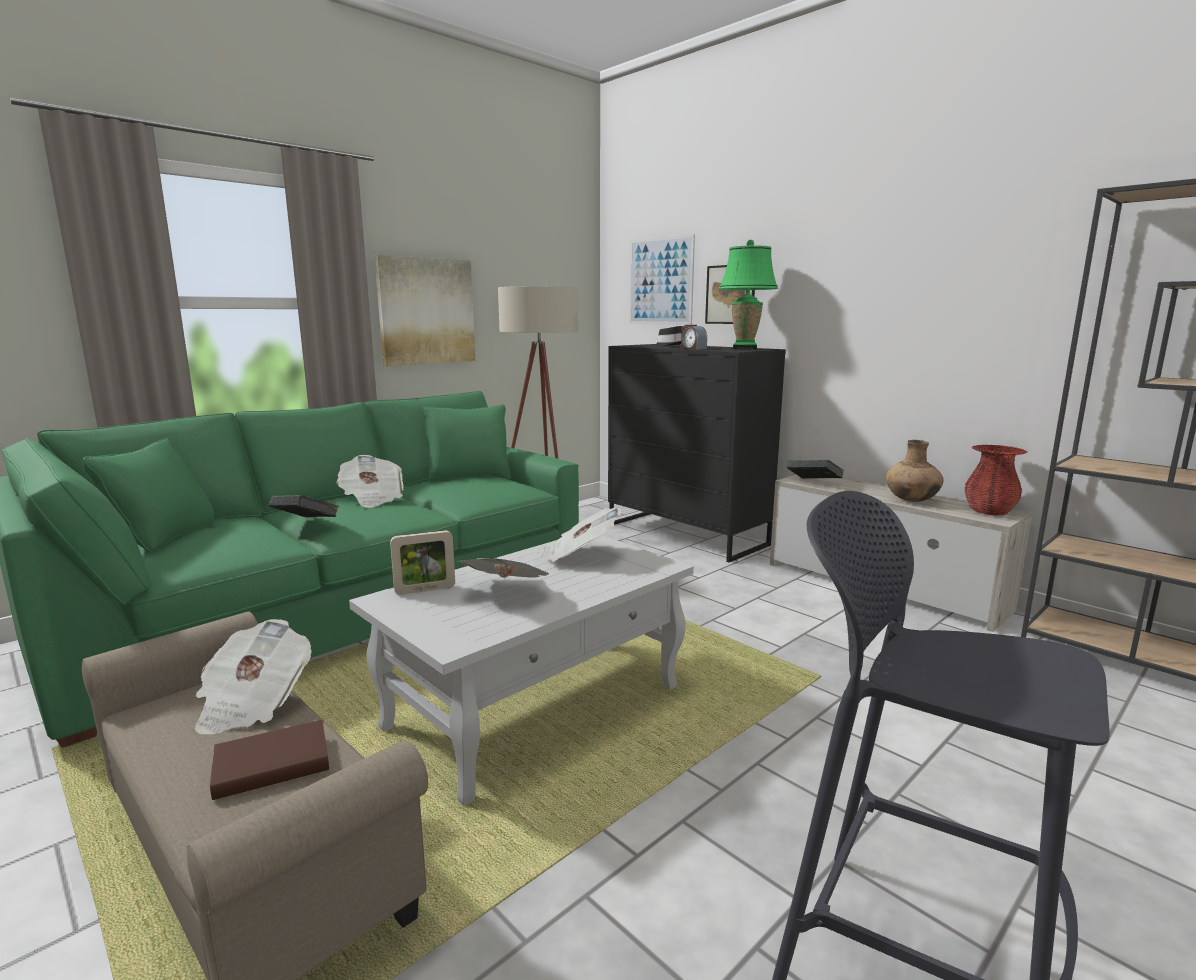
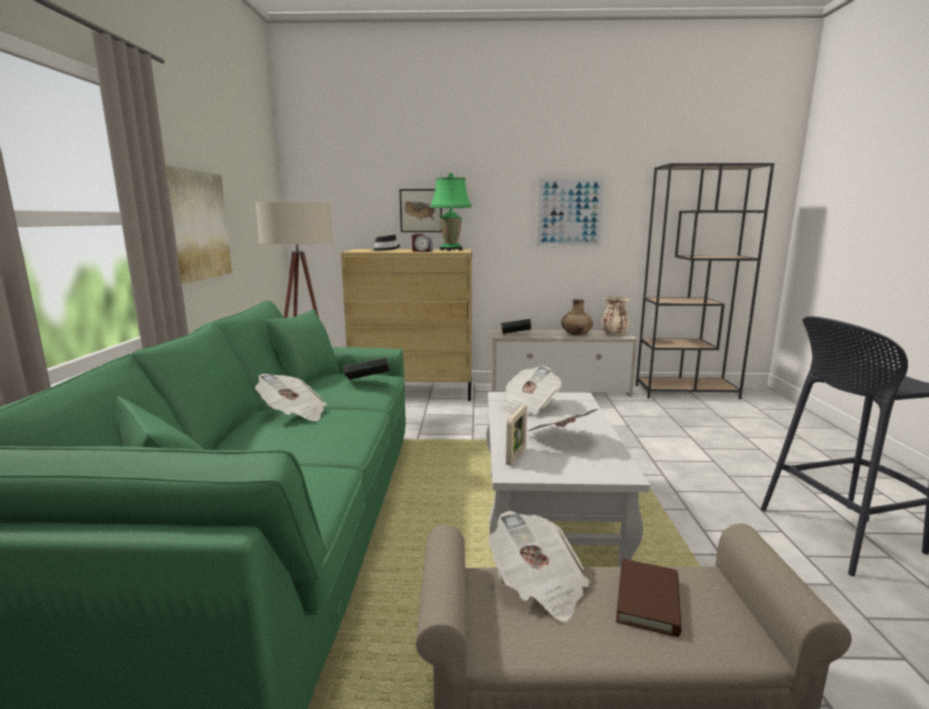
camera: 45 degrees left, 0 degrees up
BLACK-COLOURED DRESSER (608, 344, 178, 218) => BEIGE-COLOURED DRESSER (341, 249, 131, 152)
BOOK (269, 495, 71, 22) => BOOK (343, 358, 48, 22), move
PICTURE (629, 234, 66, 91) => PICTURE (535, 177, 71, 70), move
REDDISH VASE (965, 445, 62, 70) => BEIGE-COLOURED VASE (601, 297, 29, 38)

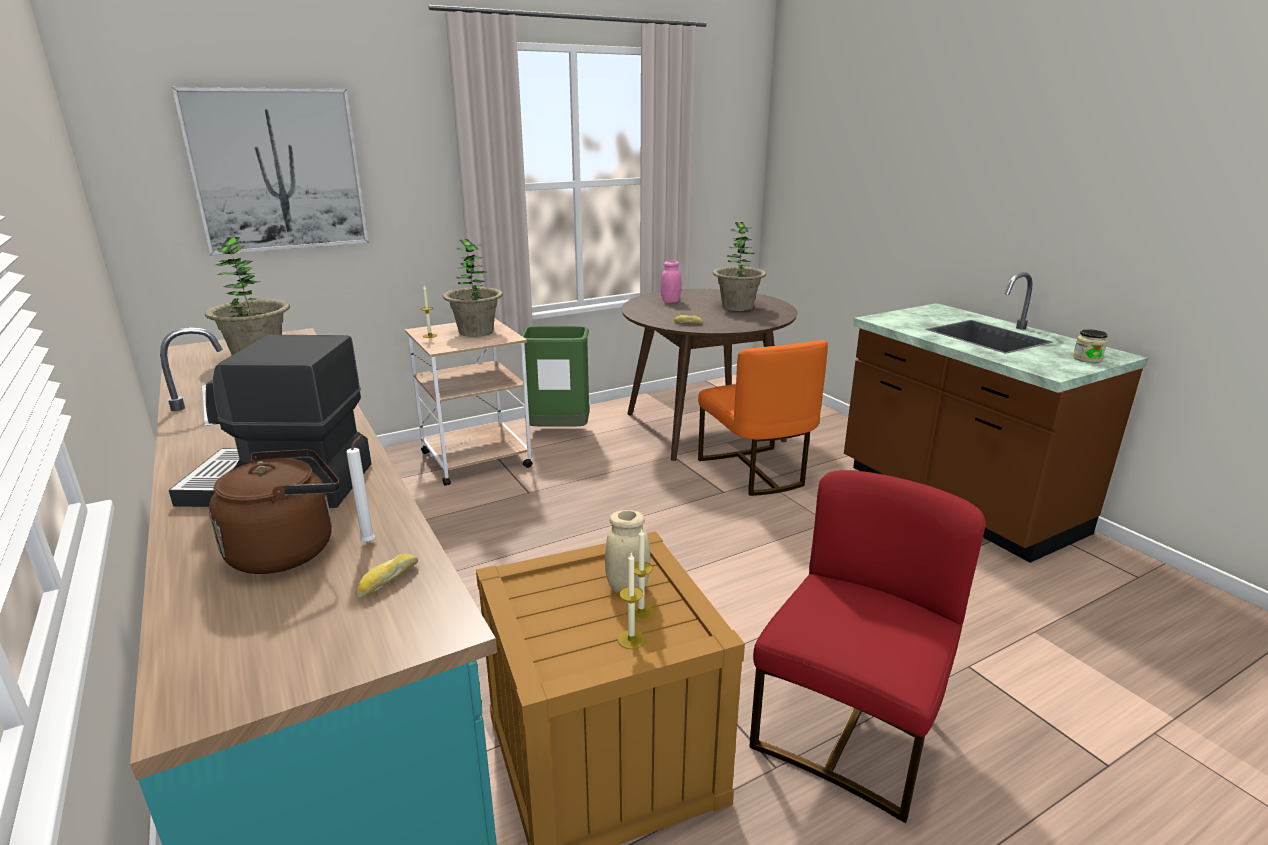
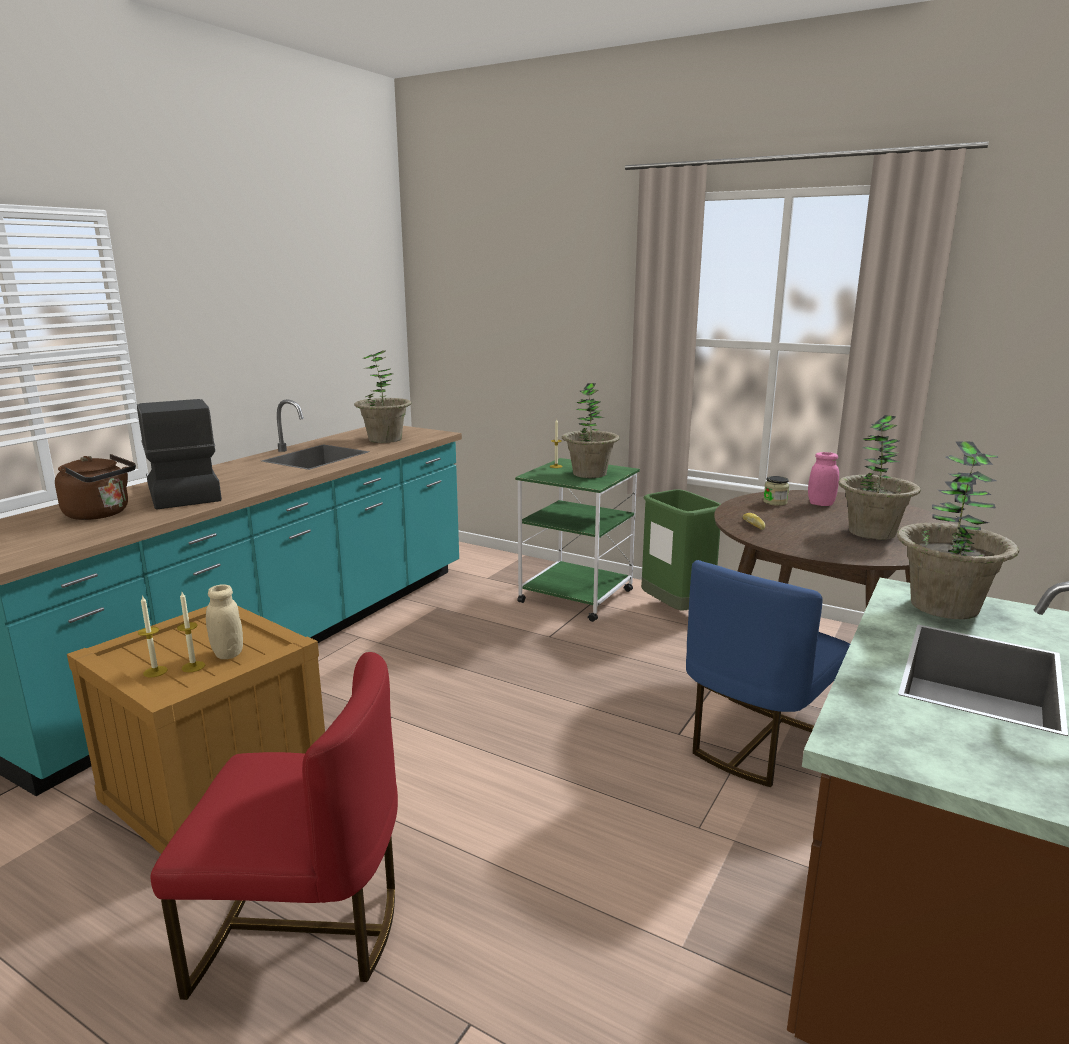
camera: 60 degrees right, 5 degrees down
BEIGE-COLOURED WHEELED CART (405, 319, 128, 167) => GREEN WHEELED CART (515, 458, 125, 164)
ORANGE-COLOURED UPRIGHT CHAIR (698, 340, 130, 156) => BLUE-COLOURED UPRIGHT CHAIR (686, 560, 164, 227)
JAR (1073, 329, 35, 34) => JAR (763, 476, 26, 30), move
nothing => PLANT IN A POT (897, 441, 122, 178)
PICTURE (172, 87, 197, 169) => nothing
WHITE WAX CANDLE (346, 435, 29, 108) => nothing
BREAD (355, 554, 63, 44) => nothing

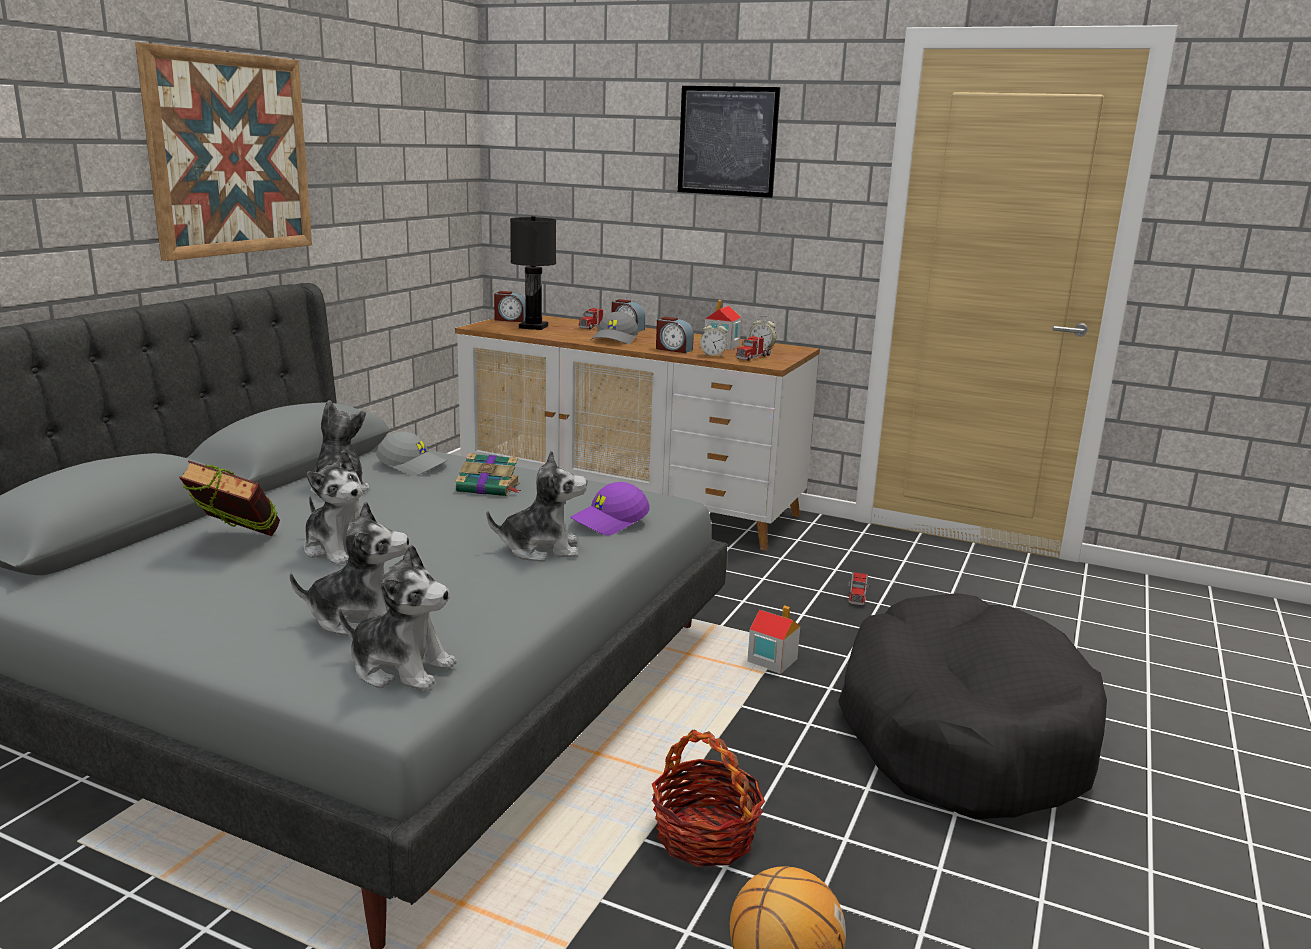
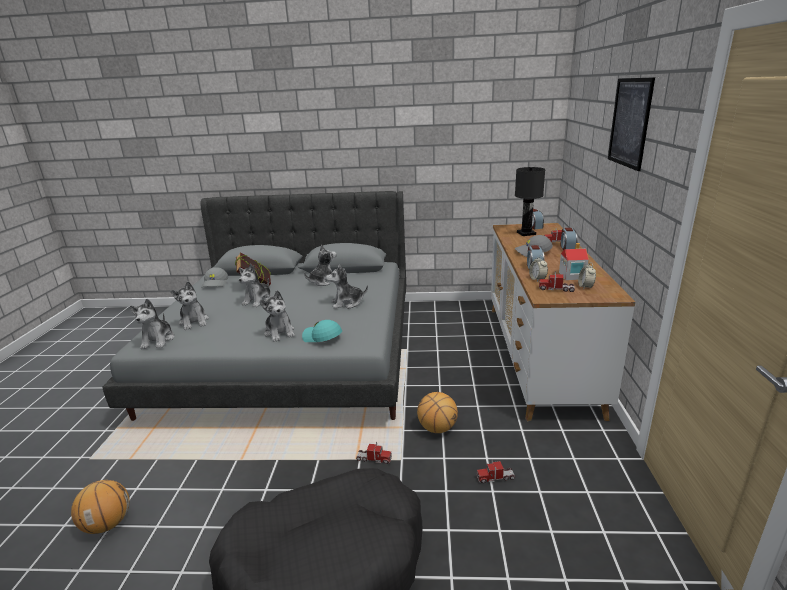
camera: 70 degrees right, 5 degrees up
GREYISH BASEBALL CAP (376, 431, 71, 45) => GREYISH BASEBALL CAP (201, 267, 27, 21), move
PURPLE-COLOURED BASEBALL CAP (571, 482, 79, 53) => TURQUOISE BASEBALL CAP (302, 320, 40, 22)
BOOK (456, 453, 65, 44) => SOFT TOY (326, 265, 42, 44)
TOY HOUSE (747, 605, 53, 69) => MODEL TRUCK (356, 442, 36, 22)
nothing => BALL FOR BASKETBALL (417, 392, 41, 41)
PICTURE (135, 42, 177, 219) => nothing
HOUSEHOLD BASKET (652, 729, 113, 138) => nothing

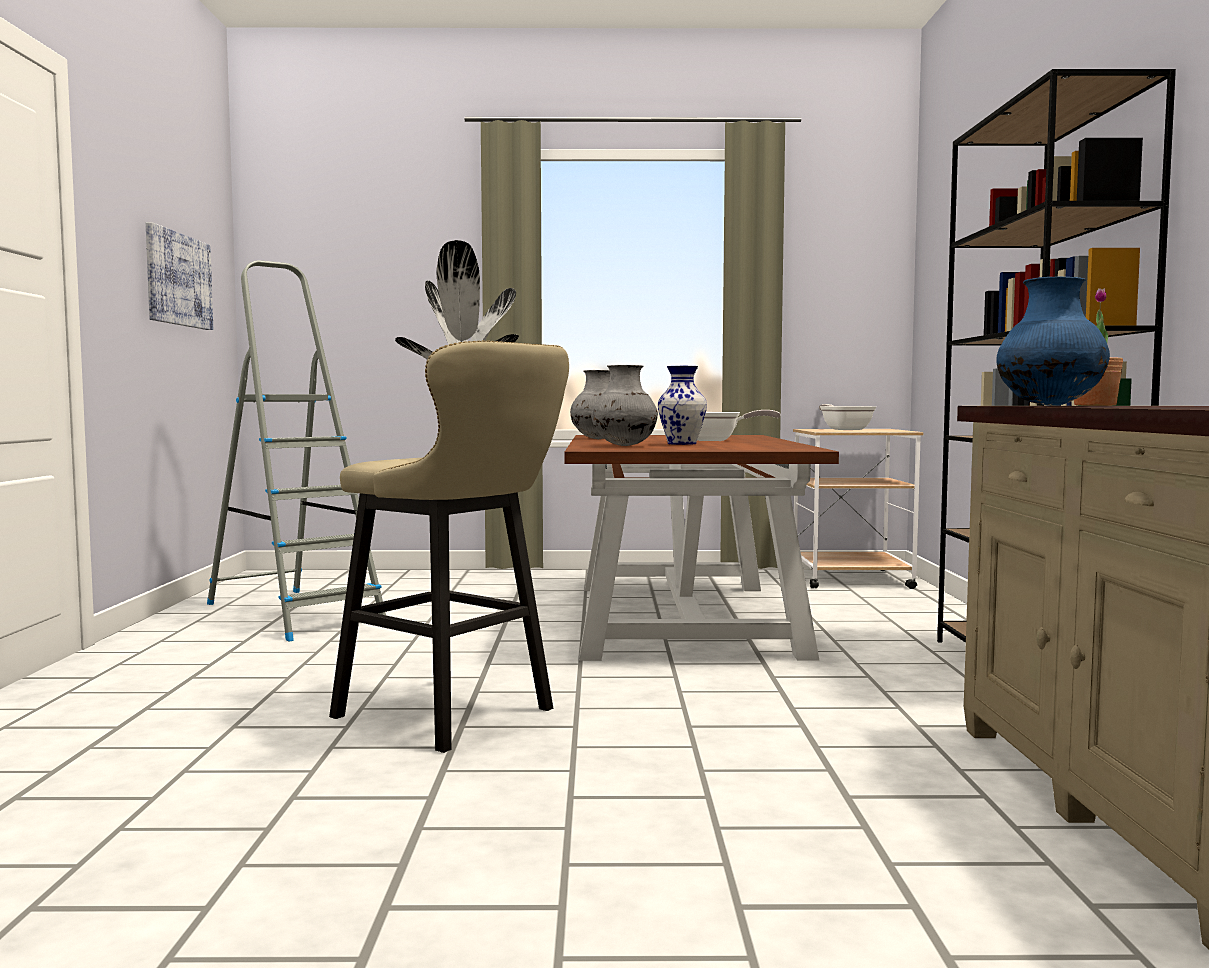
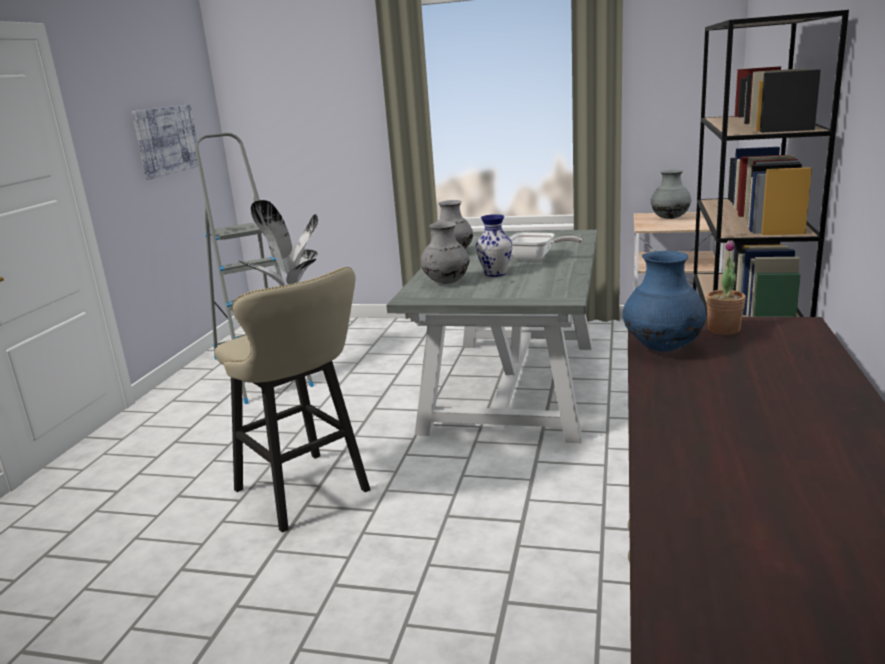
camera: 15 degrees right, 15 degrees up
BROWN DINING TABLE (564, 435, 275, 226) => GREYISH DINING TABLE (386, 230, 211, 213)
PAN (819, 404, 57, 26) => GREYISH VASE (650, 170, 41, 49)

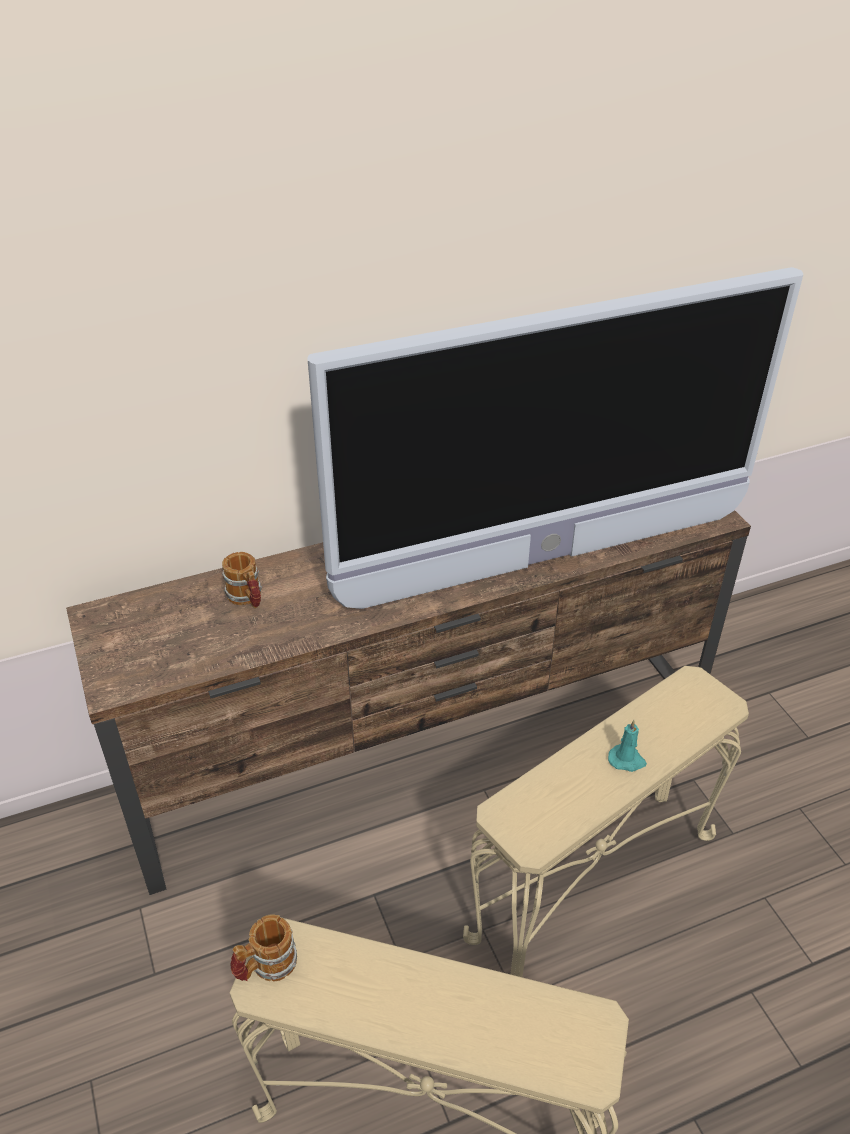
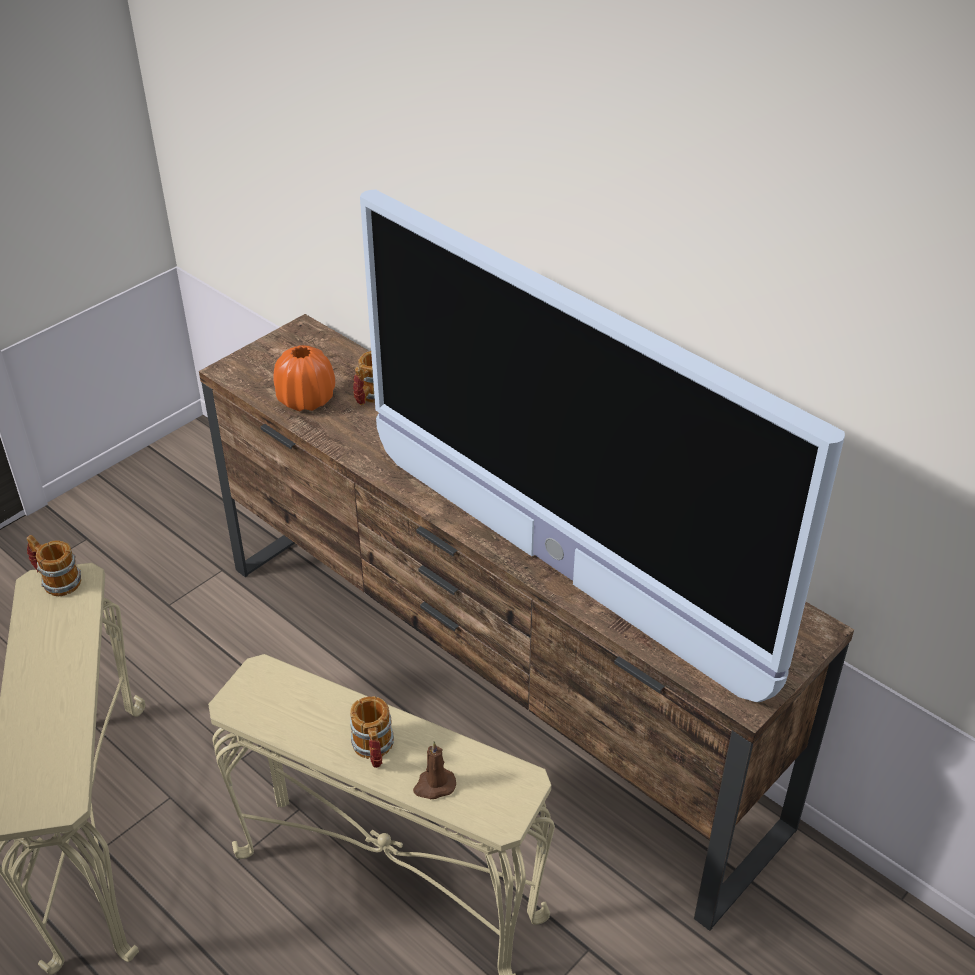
camera: 65 degrees right, 0 degrees up
nothing => ORANGE-COLOURED VASE (273, 345, 62, 67)
TURQUOISE WAX CANDLE (608, 720, 39, 52) => COFFEE MUG (350, 696, 44, 72)
nothing => BROWN WAX CANDLE (413, 741, 43, 58)

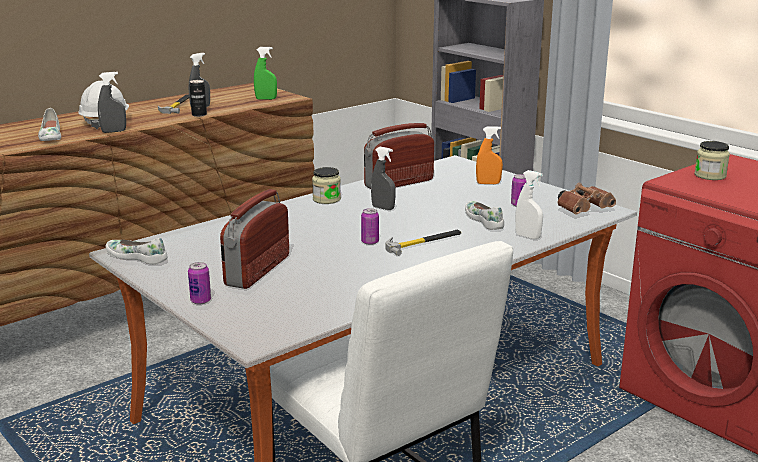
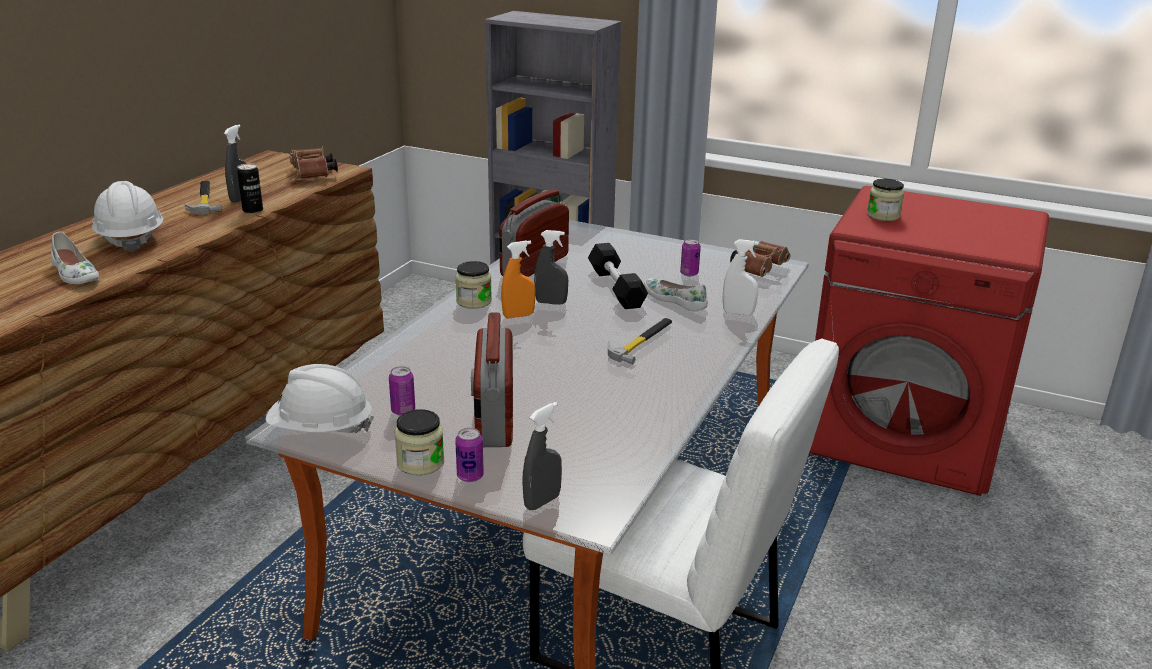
camera: 25 degrees left, 5 degrees up
WHITE LOW SHOE (106, 238, 62, 27) => WHITE WORK HELMET (266, 364, 108, 69)
GREEN SPRAY BOTTLE (254, 47, 23, 53) => BROWN PAIR OF BINOCULARS (290, 147, 48, 32)
METAL CAN (361, 208, 18, 37) => METAL CAN (389, 366, 26, 50), move
nothing => JAR (395, 409, 49, 66)
ORANGE-COLOURED SPRAY BOTTLE (476, 126, 27, 58) => ORANGE-COLOURED SPRAY BOTTLE (501, 241, 34, 77), move
GREYISH SPRAY BOTTLE (98, 72, 28, 61) => GREYISH SPRAY BOTTLE (522, 402, 40, 108), move
nothing => BLACK-COLOURED DUMBBELL (588, 243, 60, 66)

